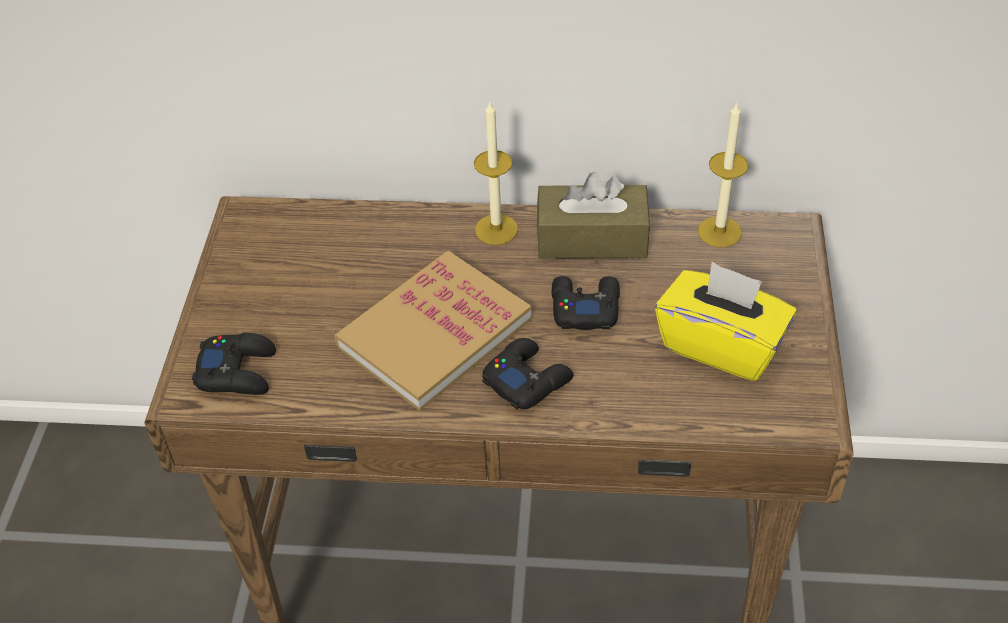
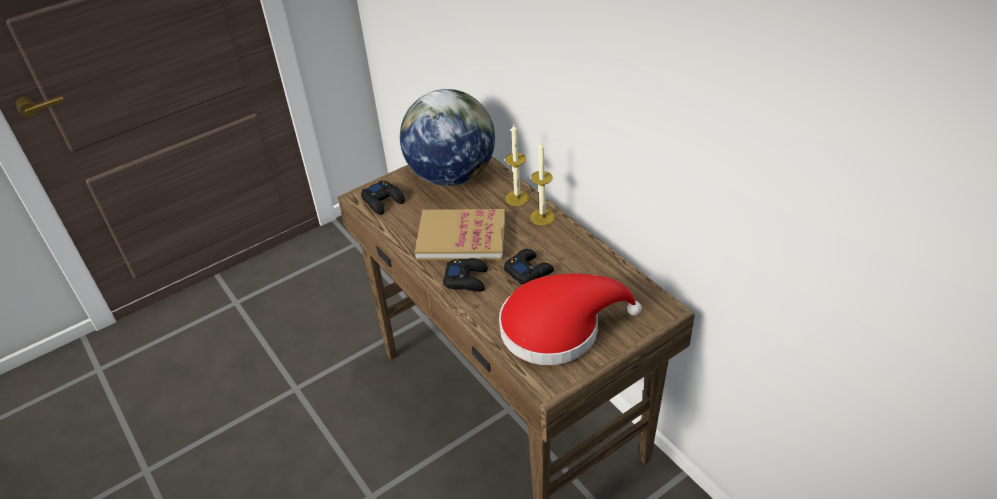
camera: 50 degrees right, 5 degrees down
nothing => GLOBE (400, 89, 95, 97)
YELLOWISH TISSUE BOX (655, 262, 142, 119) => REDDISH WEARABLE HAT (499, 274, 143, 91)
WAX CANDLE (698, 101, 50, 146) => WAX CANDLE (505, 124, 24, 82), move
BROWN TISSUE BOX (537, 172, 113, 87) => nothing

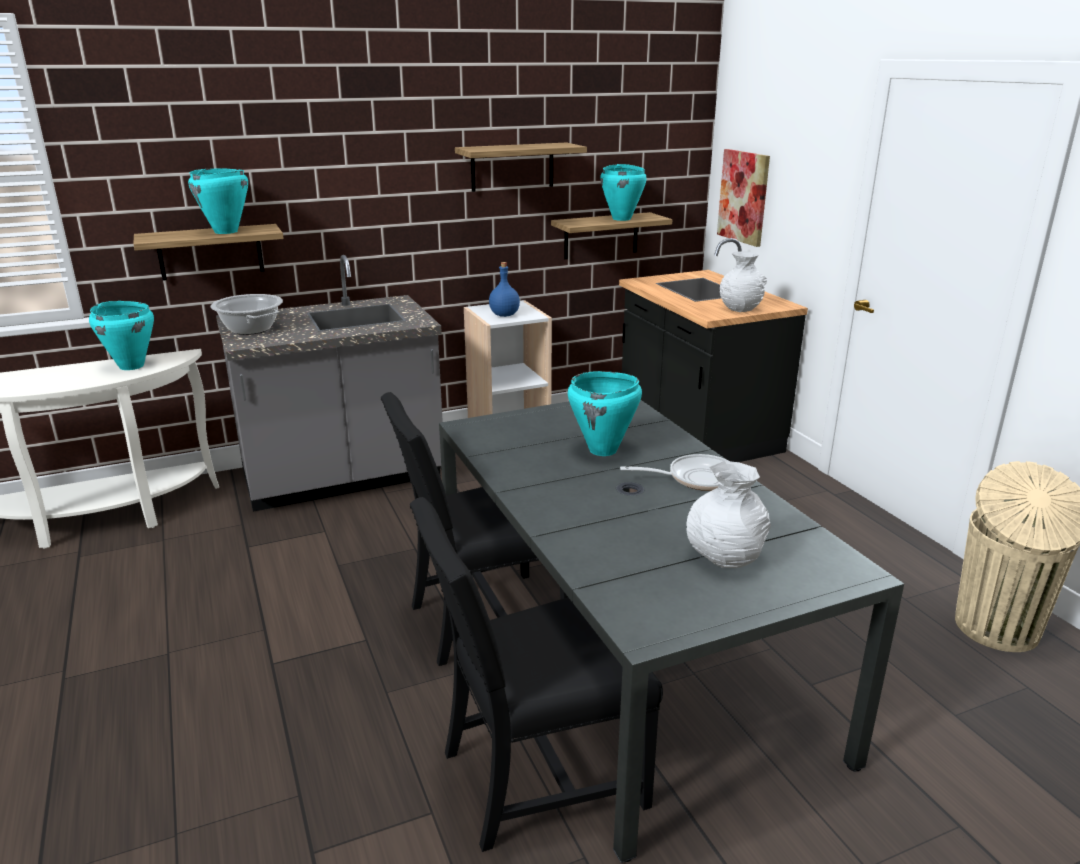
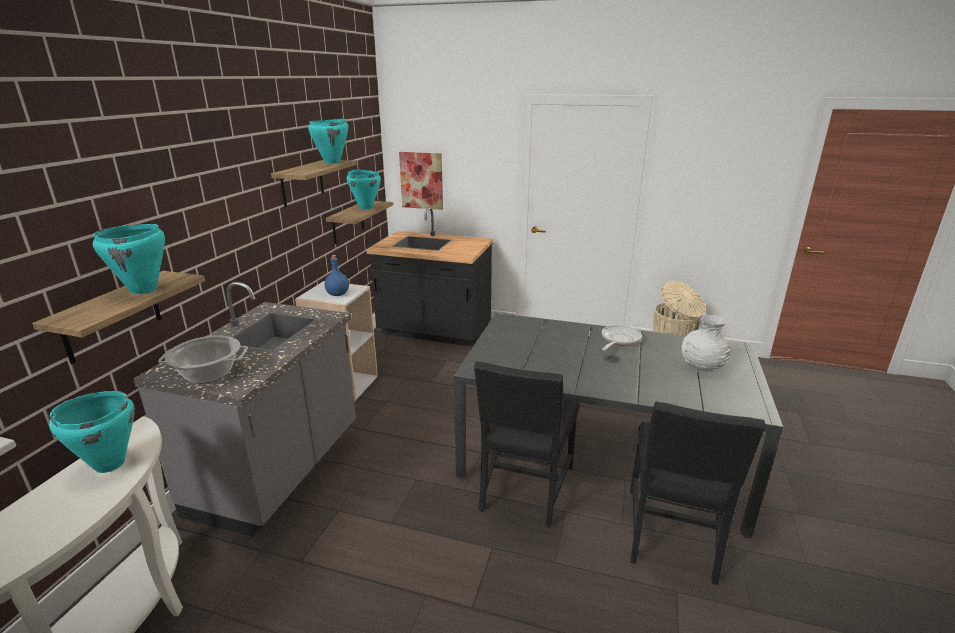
camera: 50 degrees left, 0 degrees up
TURQUOISE SAUCEPOT (568, 371, 74, 85) => TURQUOISE SAUCEPOT (308, 119, 40, 45), move
WHITE VASE (720, 251, 47, 61) => nothing

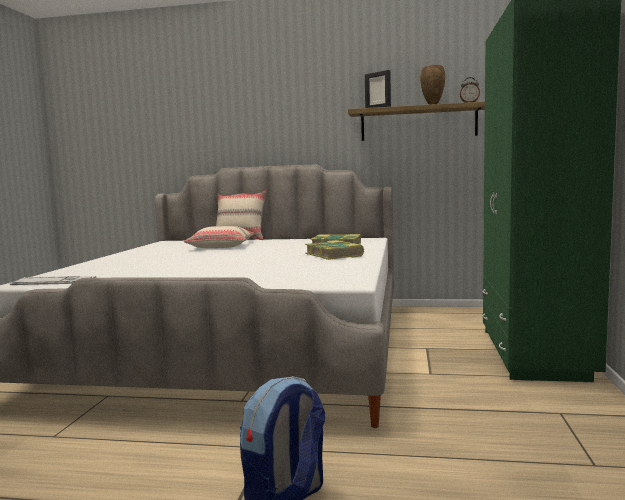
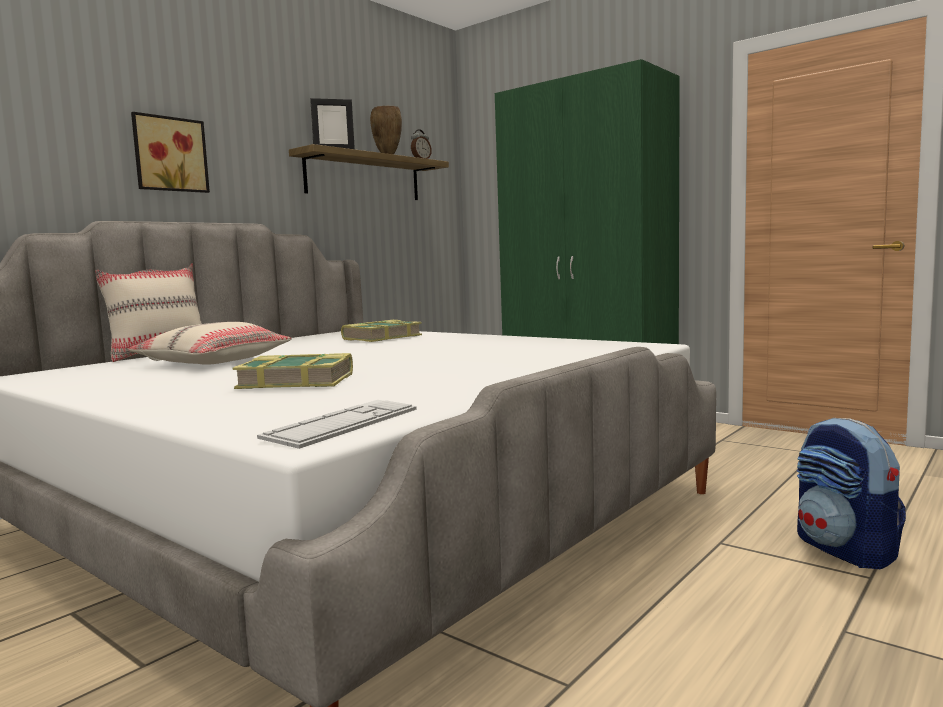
camera: 60 degrees left, 0 degrees up
nothing => PICTURE (131, 112, 79, 81)
BOOK (305, 240, 59, 20) => BOOK (233, 353, 120, 36), move

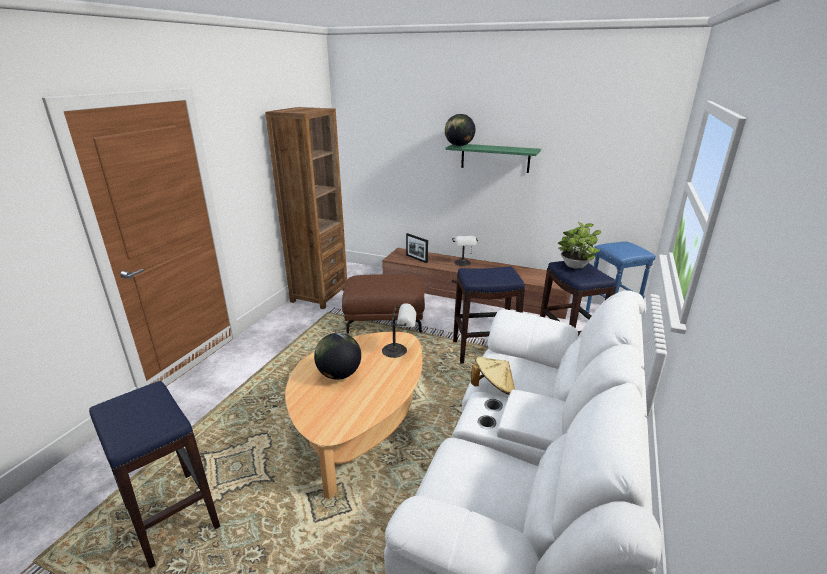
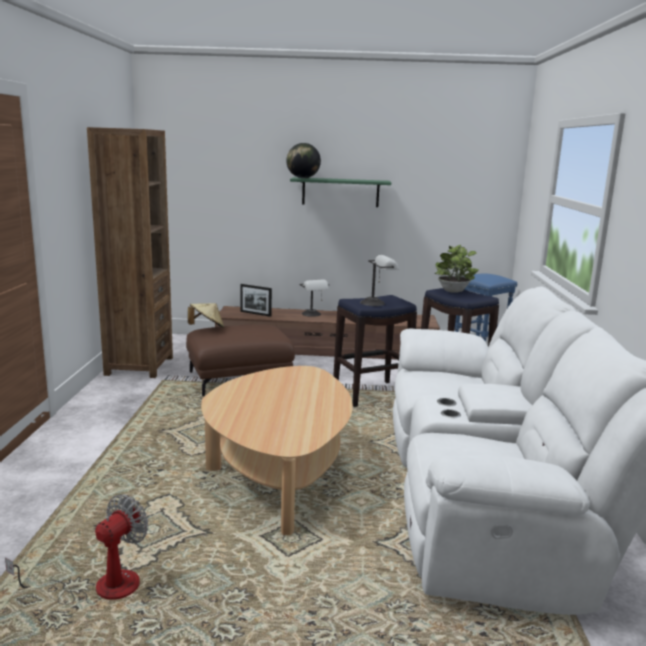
camera: 20 degrees left, 10 degrees down
STOOL (89, 381, 131, 187) => COOLING FAN (5, 494, 144, 111)
BEIGE-COLOURED WEARABLE HAT (471, 356, 44, 39) => BEIGE-COLOURED WEARABLE HAT (188, 303, 36, 25), move
TABLETOP LAMP (382, 303, 34, 55) => TABLETOP LAMP (360, 255, 39, 51), move
GLOBE (314, 333, 47, 47) => nothing

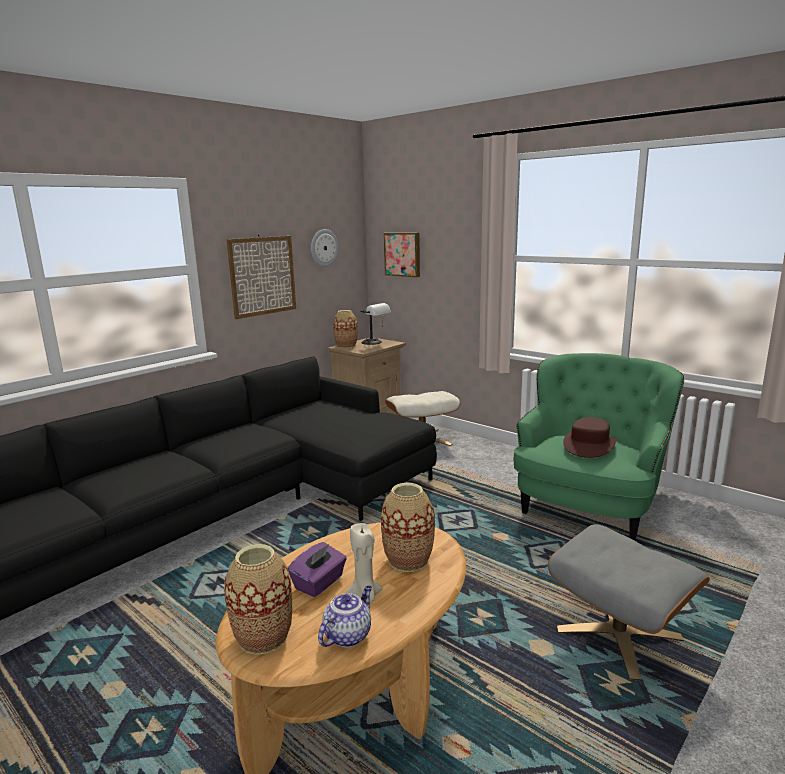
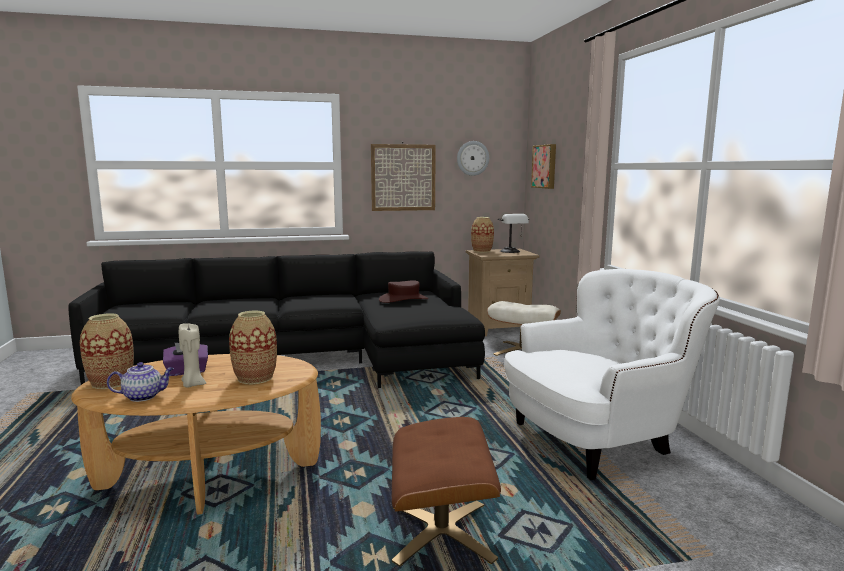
camera: 35 degrees right, 5 degrees down
BROWN WEARABLE HAT (563, 417, 54, 41) => BROWN WEARABLE HAT (379, 280, 50, 23), move
GREYISH OTTOMAN (548, 524, 162, 157) => BROWN OTTOMAN (392, 417, 109, 150)
GREEN LOUNGE CHAIR (514, 353, 170, 188) => WHITE LOUNGE CHAIR (504, 269, 216, 211)

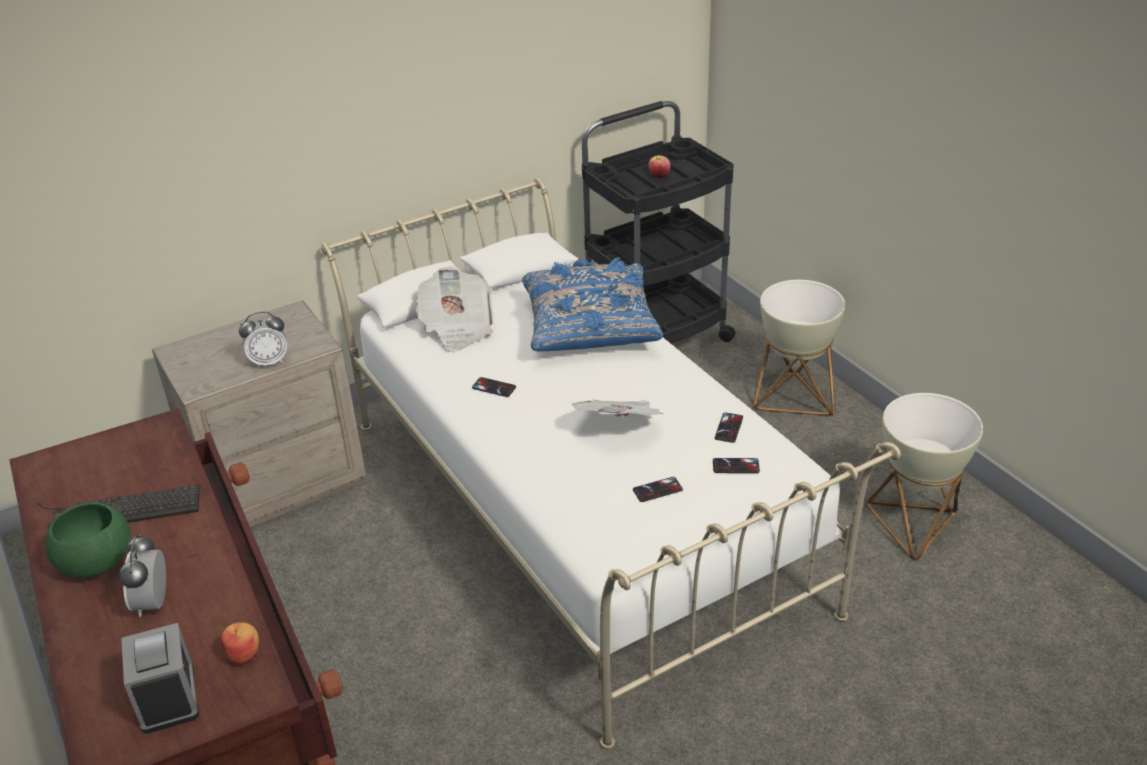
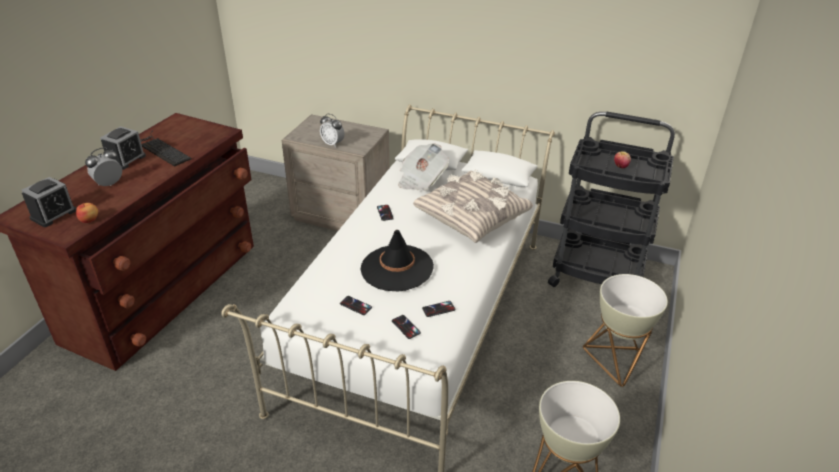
camera: 50 degrees right, 0 degrees up
GREEN BOWL (45, 502, 86, 76) => BEDSIDE CLOCK (100, 126, 46, 44)
PRINTED PAPER (572, 400, 91, 17) => BLACK-COLOURED WEARABLE HAT (361, 230, 73, 61)
BLUE-COLOURED PILLOW (522, 257, 141, 94) => BEIGE-COLOURED PILLOW (413, 169, 120, 74)

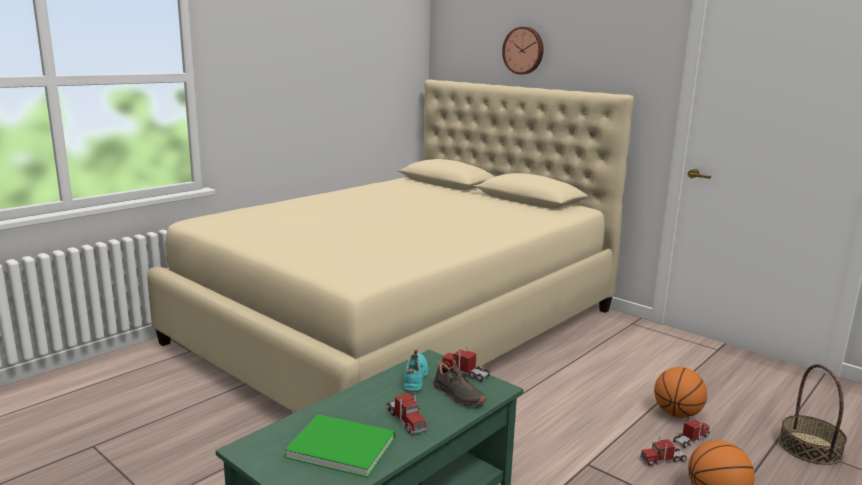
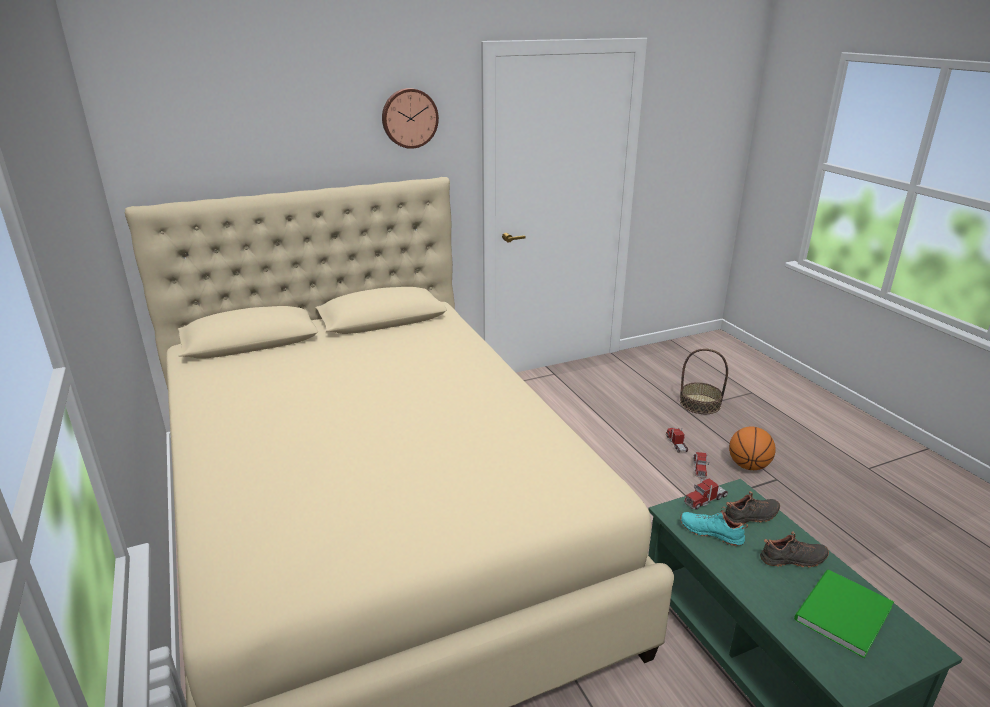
camera: 65 degrees left, 10 degrees up
HANGING CLOCK (502, 27, 42, 47) => HANGING CLOCK (382, 88, 57, 61), move
MODEL TRUCK (387, 393, 40, 41) => BLACK-COLOURED LOW SHOE (760, 531, 69, 36)
BALL FOR BASKETBALL (654, 367, 53, 51) => nothing

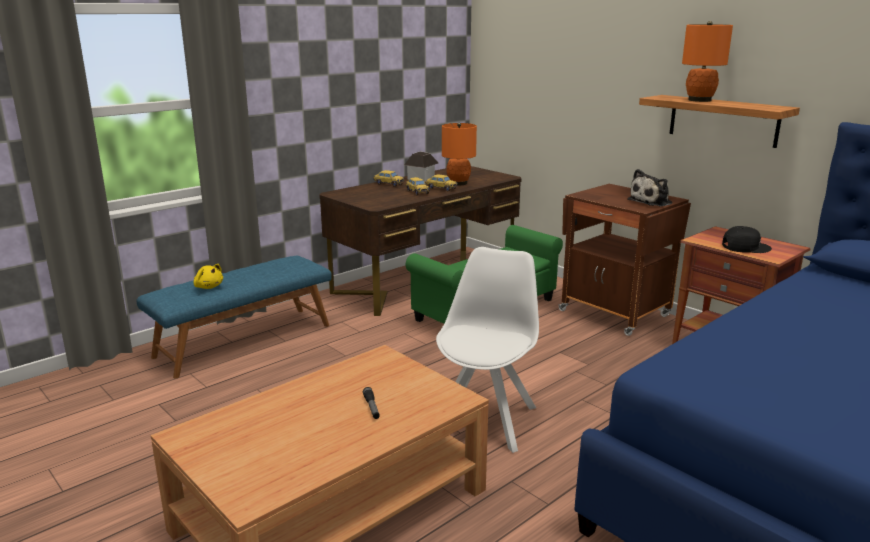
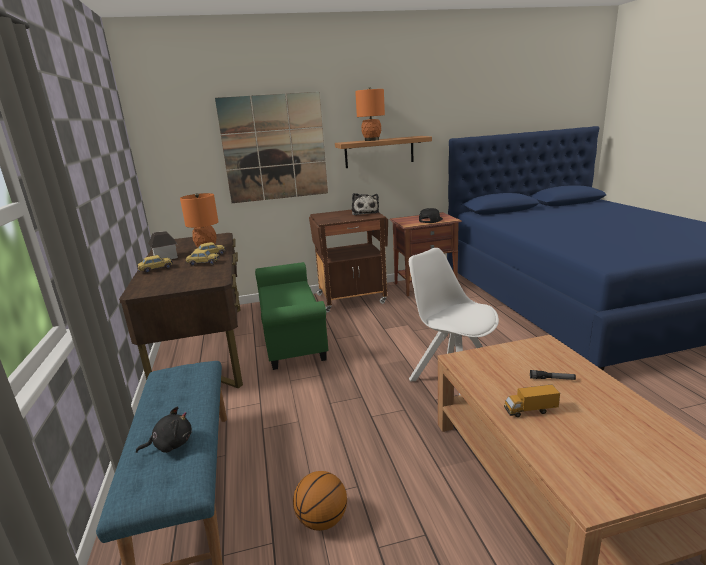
camera: 60 degrees left, 0 degrees up
YELLOWISH SOFT TOY (193, 264, 30, 25) => BLACK-COLOURED SOFT TOY (136, 406, 56, 47)
nothing => PICTURE (215, 92, 113, 111)
nothing => BALL FOR BASKETBALL (293, 471, 54, 60)
nothing => MODEL TRUCK (504, 385, 56, 32)

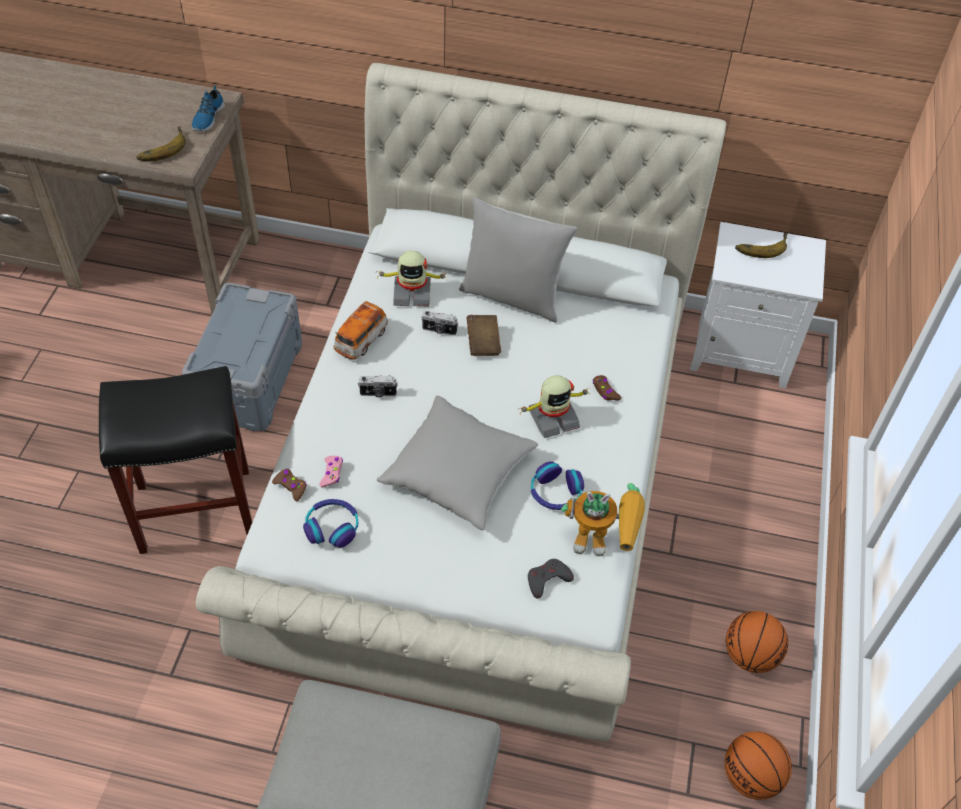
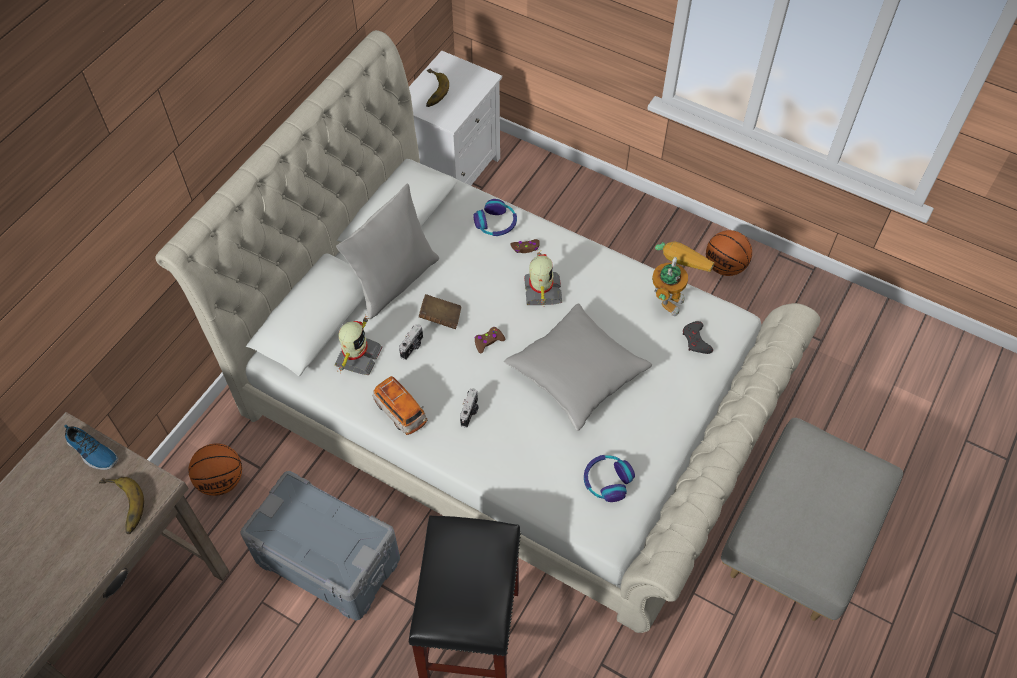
camera: 70 degrees left, 5 degrees up
BALL FOR BASKETBALL (724, 731, 68, 69) => BALL FOR BASKETBALL (188, 444, 54, 52), move
PAIR OF HEADPHONES (531, 461, 53, 49) => PAIR OF HEADPHONES (473, 199, 44, 37), move
BROWN GAMEPAD (272, 468, 35, 33) => BROWN GAMEPAD (474, 327, 31, 26), move
PINK-COLOURED GAMEPAD (319, 456, 24, 31) => nothing

